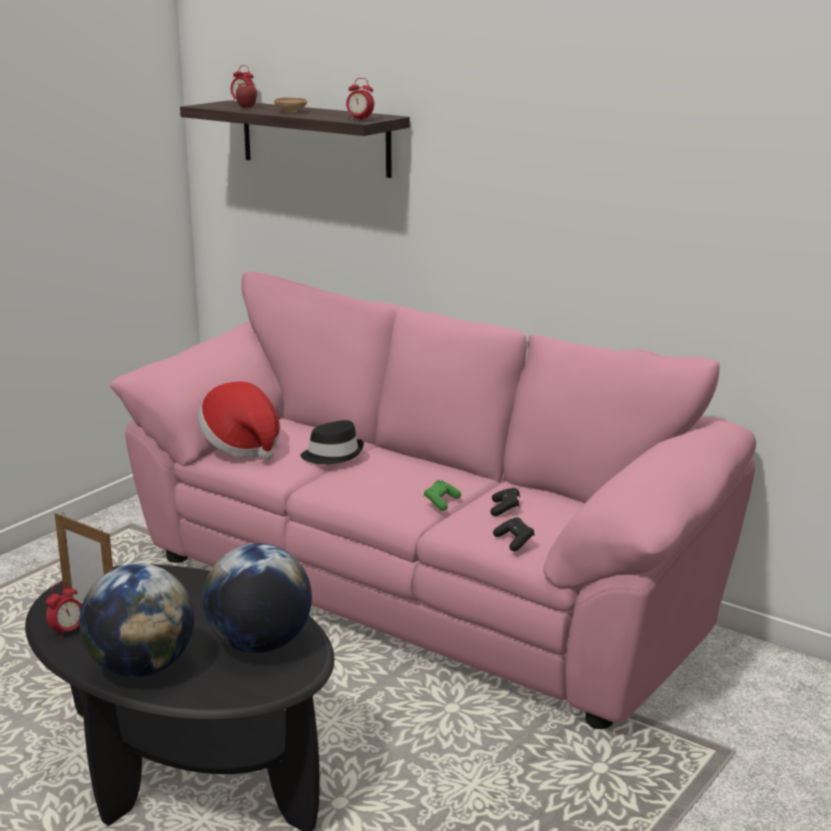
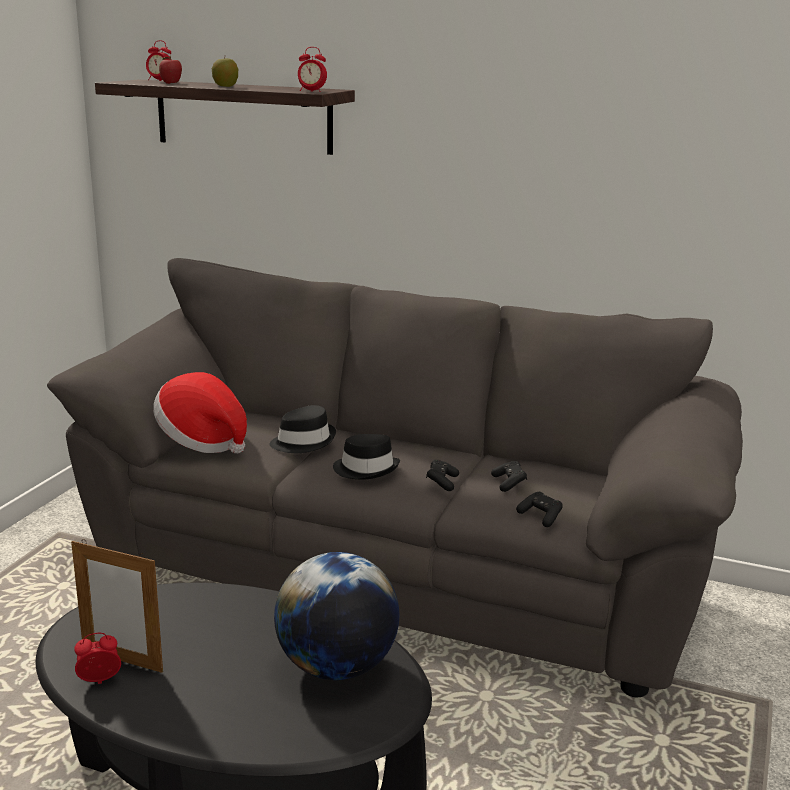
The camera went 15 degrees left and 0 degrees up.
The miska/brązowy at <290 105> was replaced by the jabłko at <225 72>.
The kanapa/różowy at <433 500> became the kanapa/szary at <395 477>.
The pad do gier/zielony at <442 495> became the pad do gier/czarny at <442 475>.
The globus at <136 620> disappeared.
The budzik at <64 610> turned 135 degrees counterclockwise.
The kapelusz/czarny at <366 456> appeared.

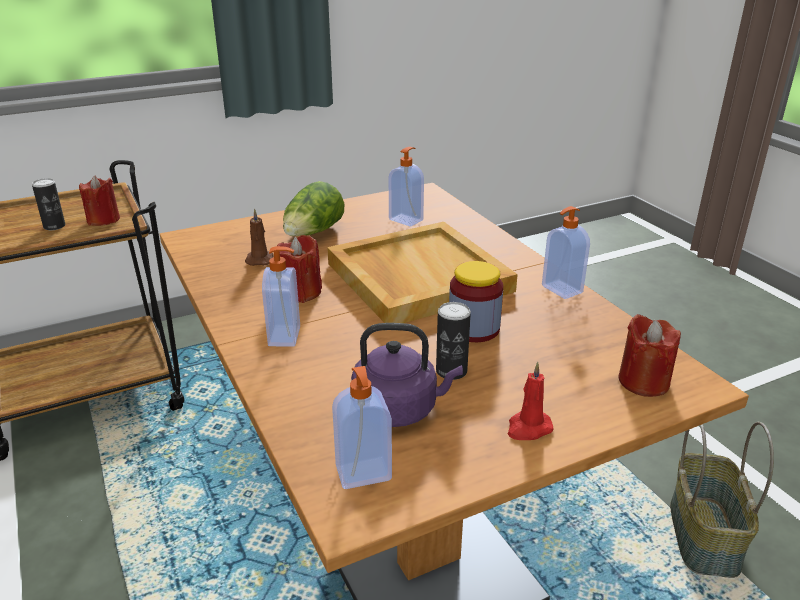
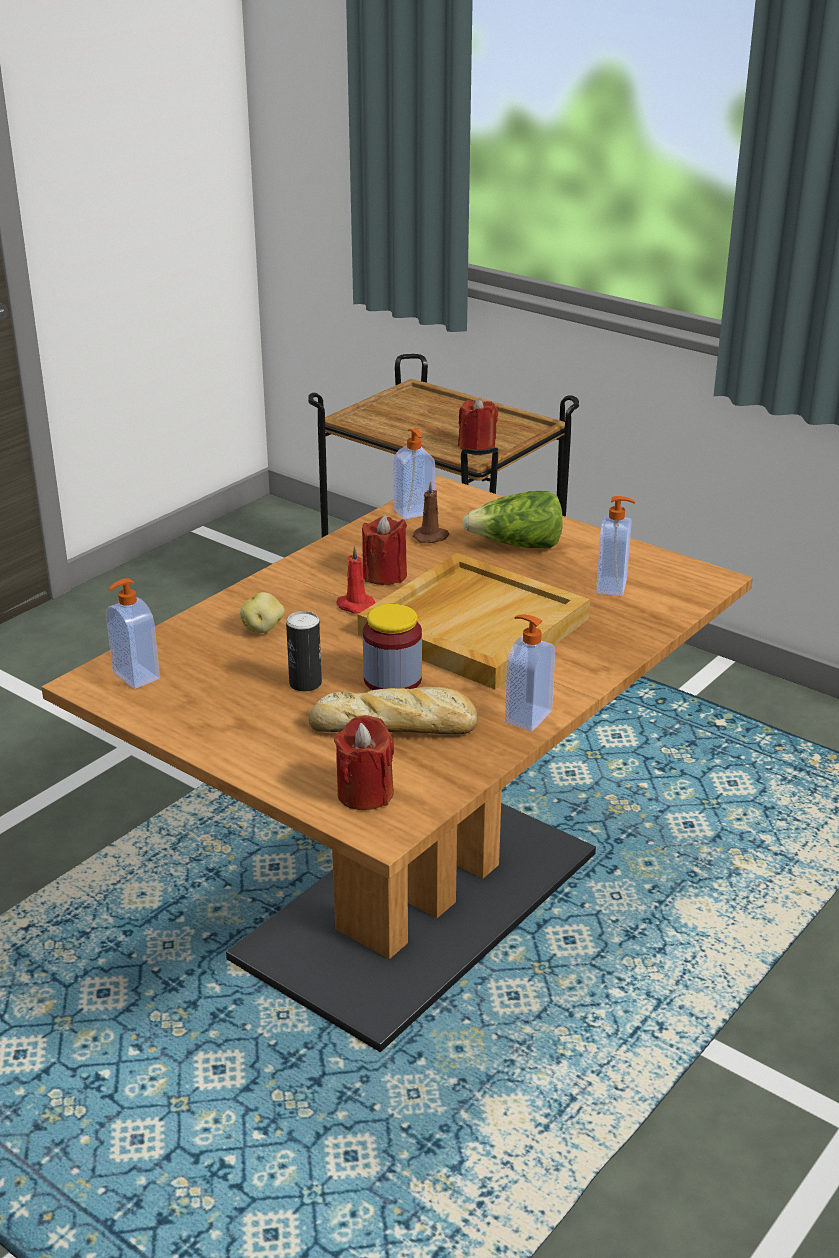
The camera went 65 degrees right and 0 degrees up.
The puszka at <48 204> disappeared.
The dozownik mydła moved from <281 296> to <414 473>.
The czajnik/fioletowy at <407 375> disappeared.
The świeca/czerwony moved from <531 401> to <355 579>.
The koszyk at <722 500> disappeared.
The ziemniak at <262 612> appeared.
The chleb at <393 710> appeared.

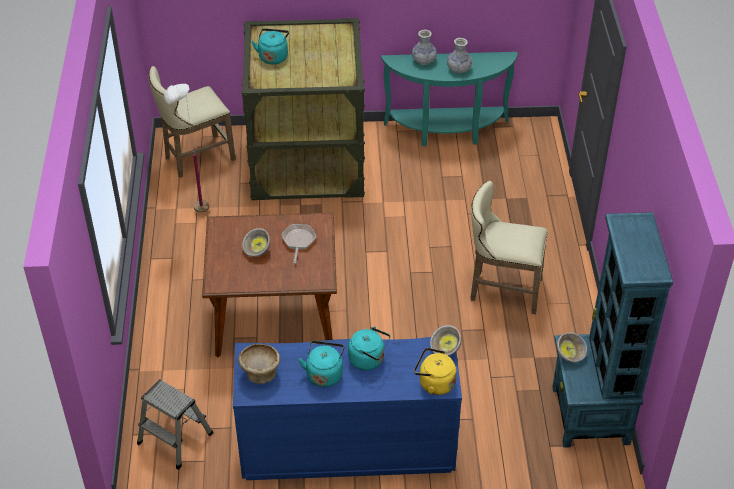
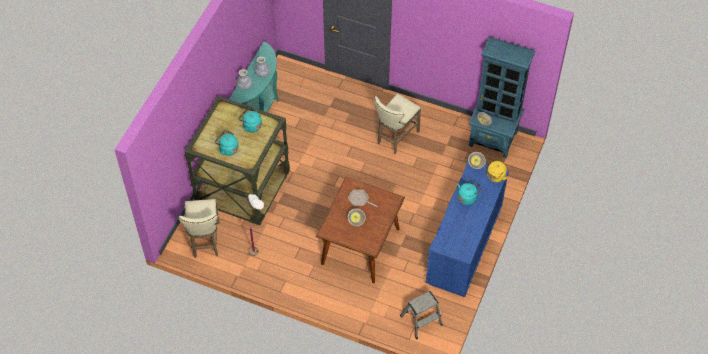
The camera went 65 degrees left and 10 degrees up.
The czajnik/turkusowy moved from <321 364> to <250 119>.
The miska/beżowy at <259 364> disappeared.

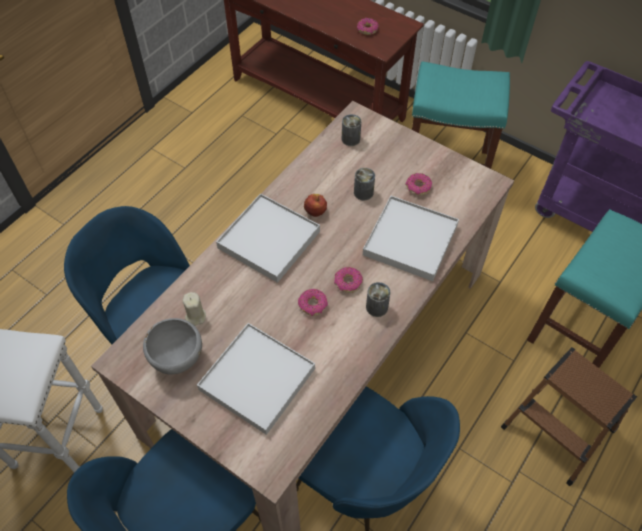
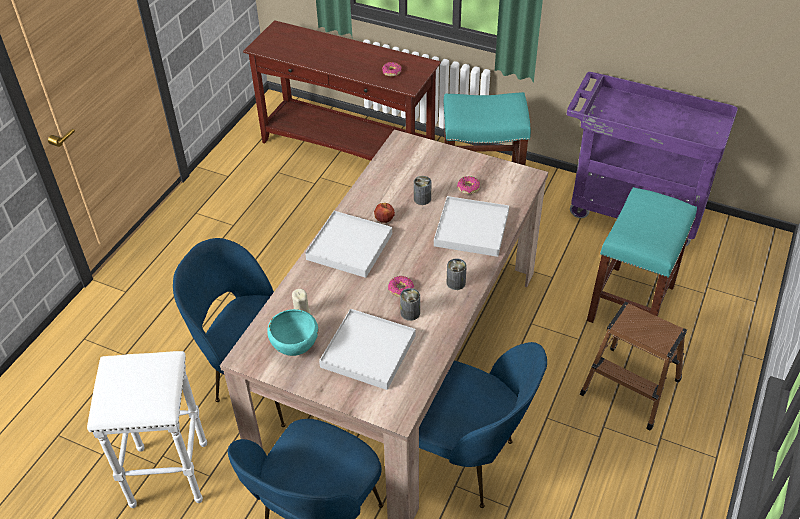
The camera went 10 degrees left and 10 degrees down.
The puszka moved from <351 130> to <410 304>.
The donut at <348 280> disappeared.
The miska/szary at <172 346> became the miska/turkusowy at <292 332>.

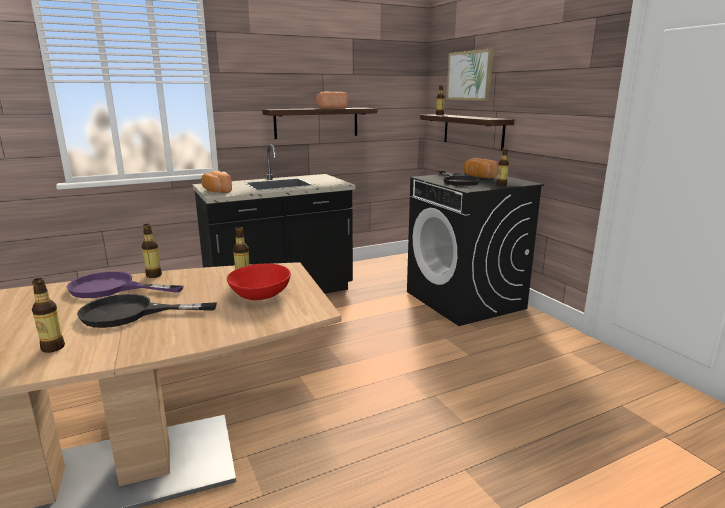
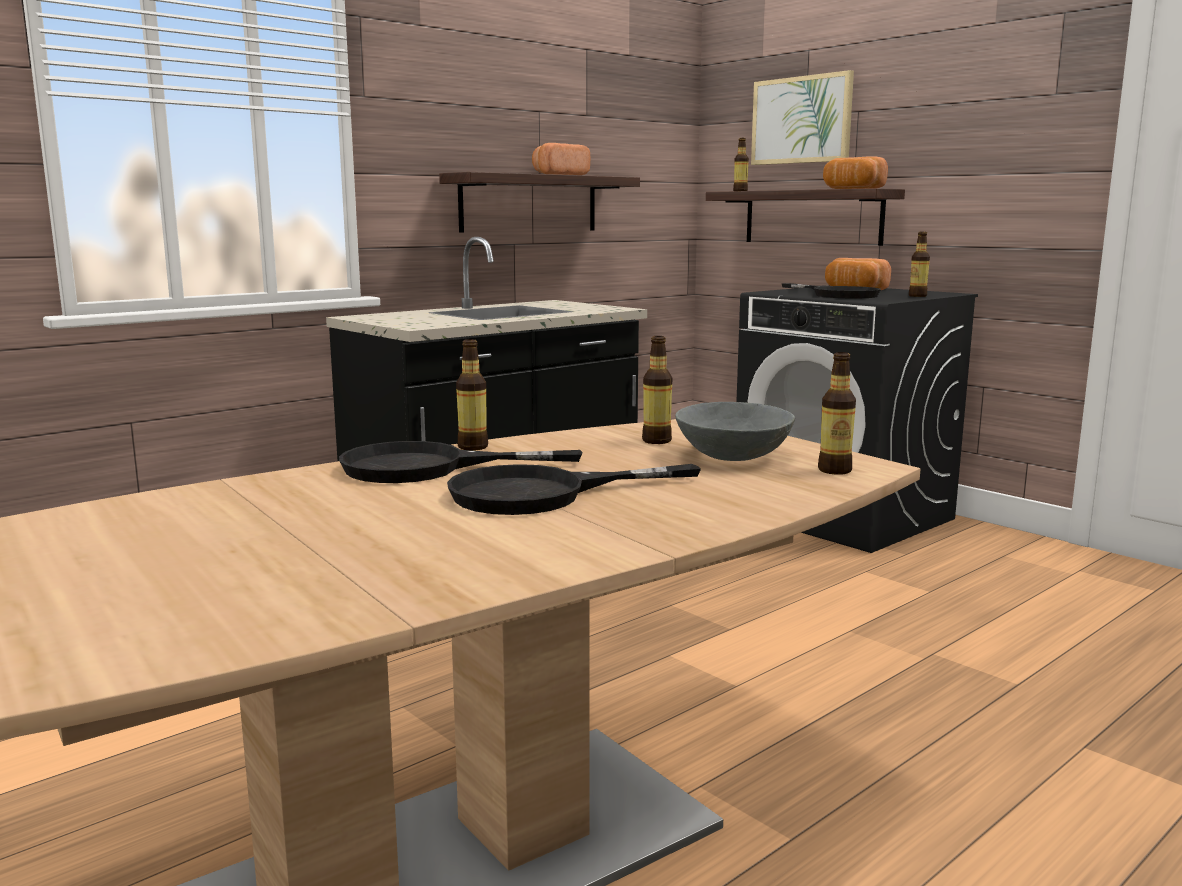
The camera went 15 degrees left and 5 degrees down.
The chleb moved from <216 182> to <855 172>.
The miska/czerwony at <259 282> became the miska/szary at <735 431>.
The patelnia/fioletowy at <125 284> became the patelnia/czarny at <460 462>.
The butelka moved from <48 315> to <837 413>.

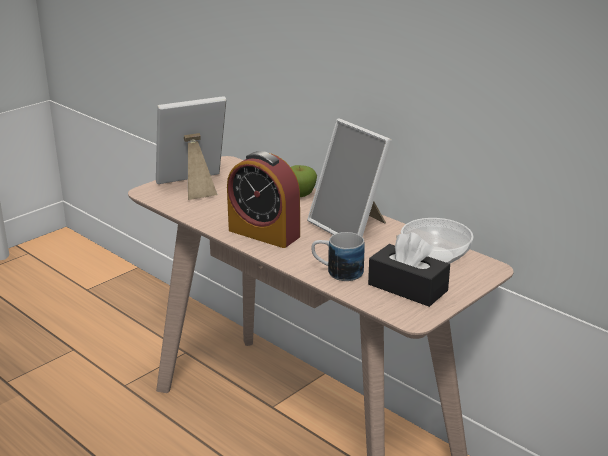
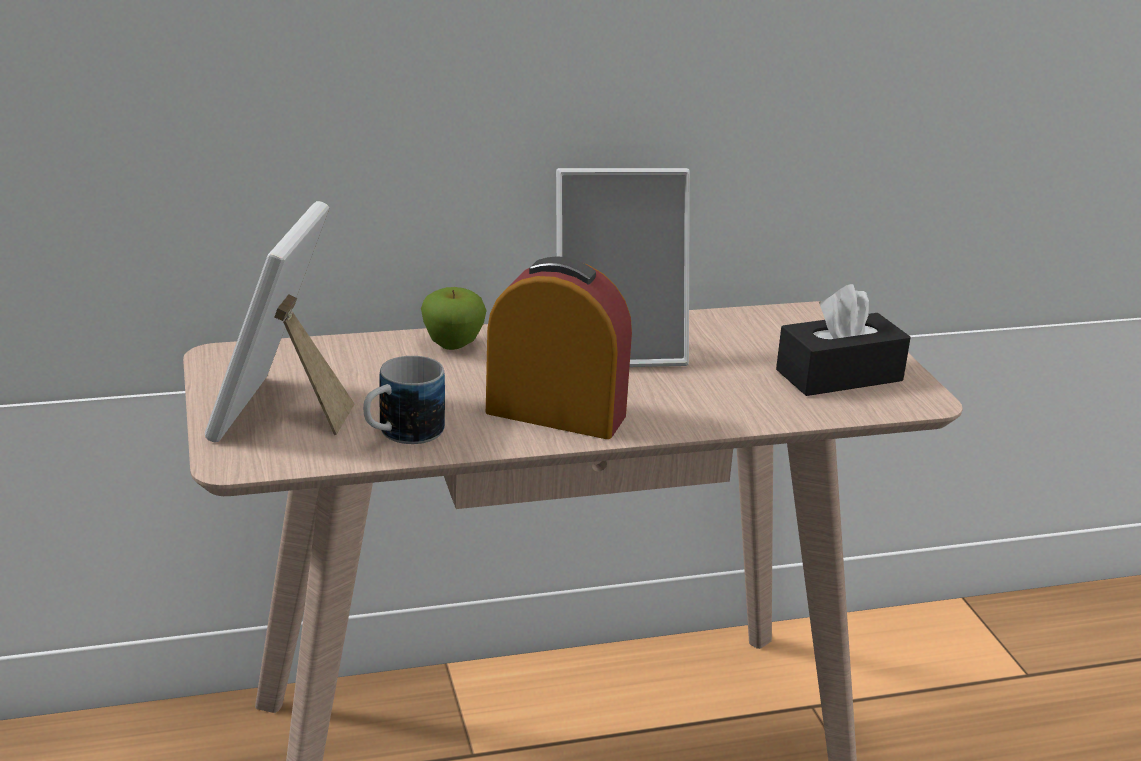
The camera went 60 degrees left and 0 degrees up.
The budzik at <263 199> turned 135 degrees counterclockwise.
The miska at <437 241> disappeared.
The kubek moved from <337 256> to <404 400>.

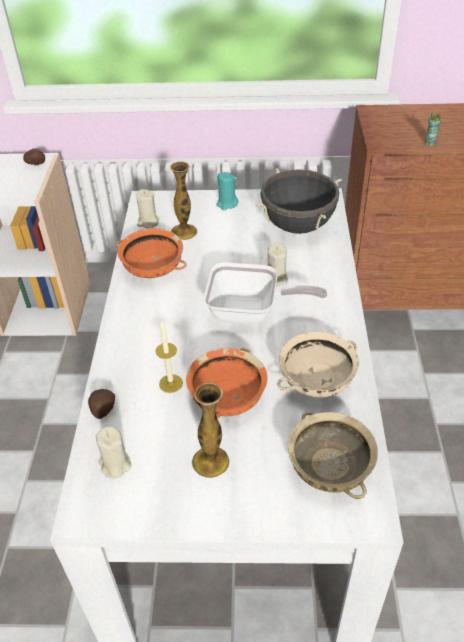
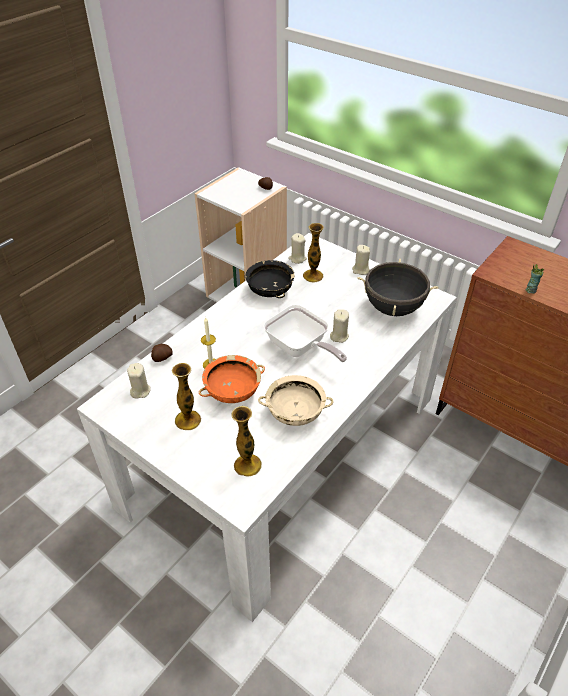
The camera went 35 degrees right and 0 degrees up.
The świeca/turkusowy at <227 191> became the świeca/beżowy at <361 260>.
The miska/pomarańczowy at <151 253> became the miska/czarny at <269 279>.
The miska/beżowy at <333 455> was replaced by the wazon at <247 441>.

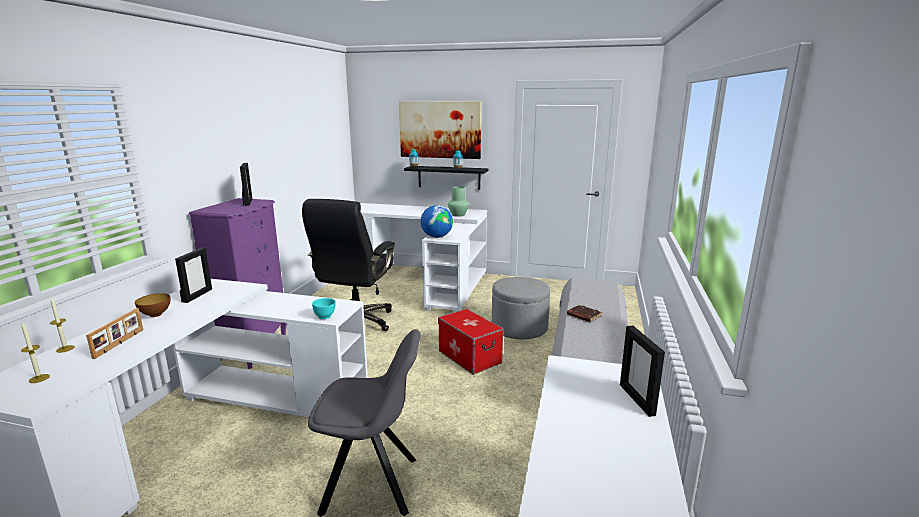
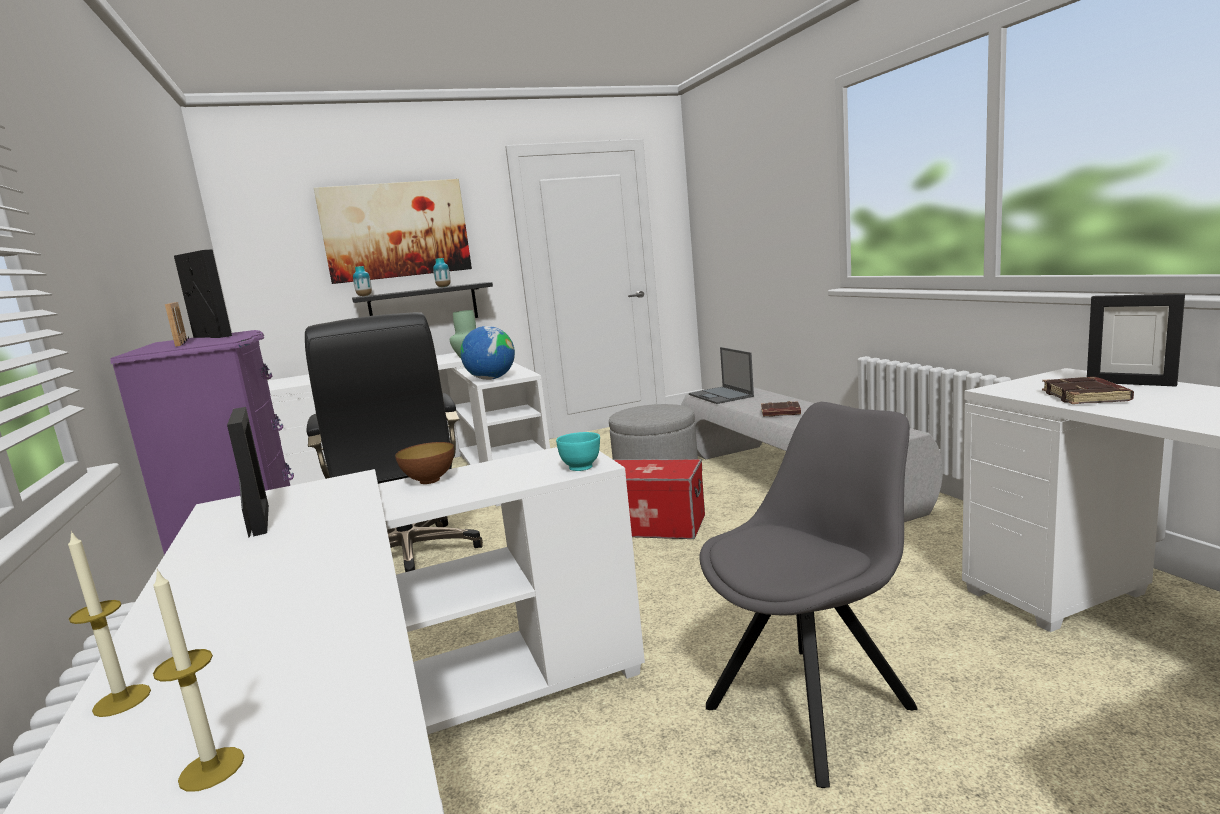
The camera went 35 degrees left and 5 degrees down.
The miska moved from <153 305> to <424 463>.
The ramka na zdjęcie moved from <114 333> to <177 324>.
The laptop at <721 375> appeared.
The książka/brązowy at <1088 390> appeared.

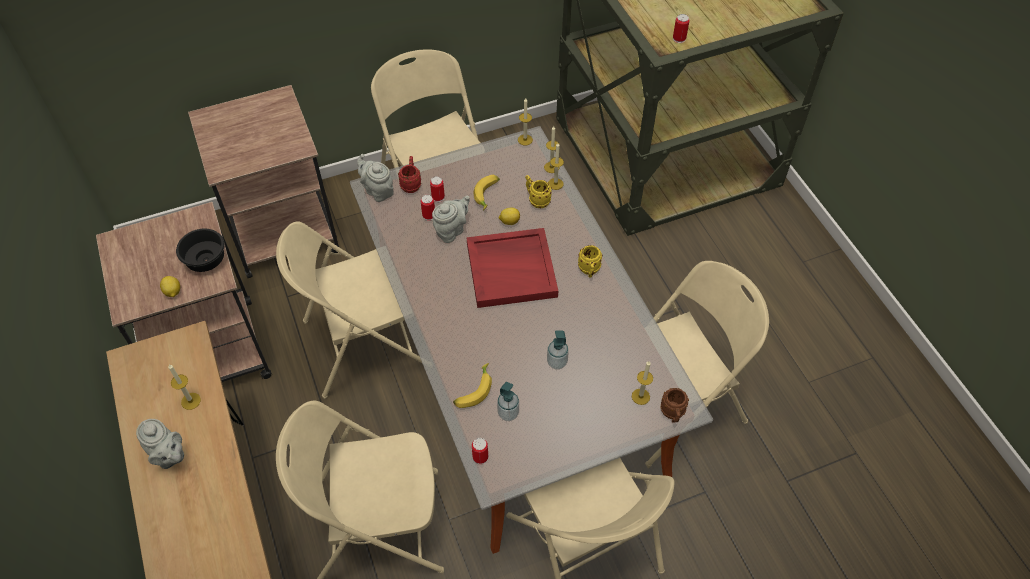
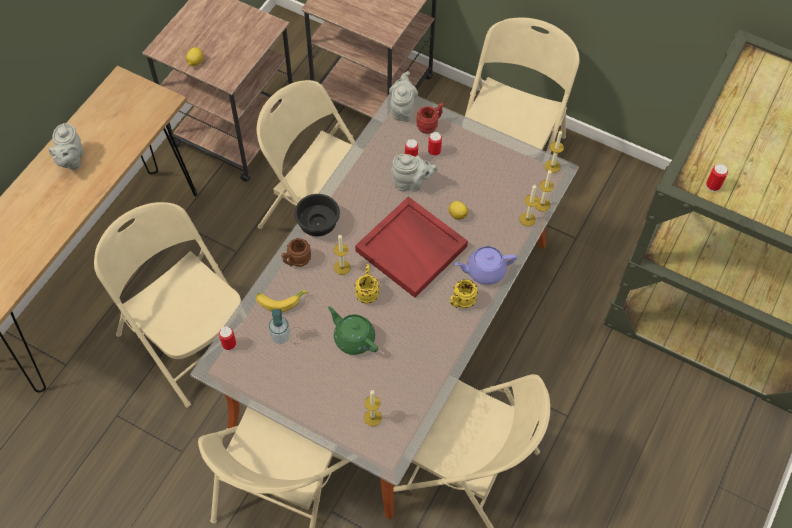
The camera went 50 degrees right and 5 degrees up.
The banan at <487 193> disappeared.
The kubek/żółty moved from <538 191> to <367 284>.
The miska/czarny moved from <200 250> to <317 215>.
The dozownik mydła at <558 349> was replaced by the imbryk/zielony at <353 330>.
The świeca moved from <184 387> to <342 255>.
The kubek/brązowy moved from <674 405> to <296 252>.
The imbryk/fioletowy at <486 265> appeared.

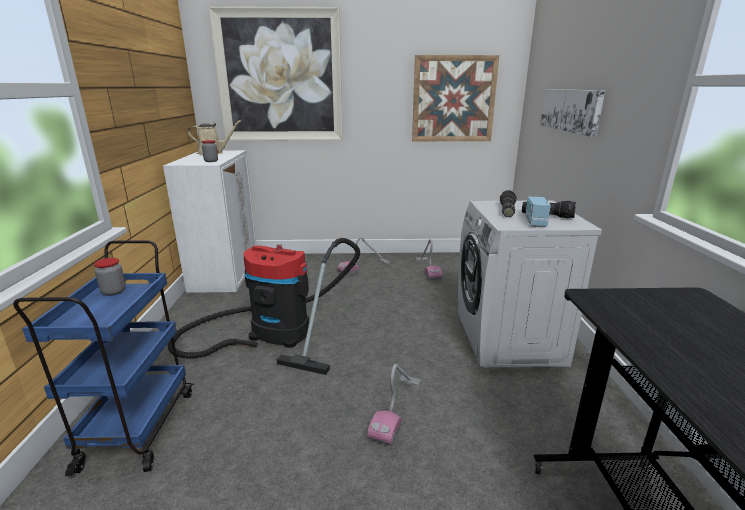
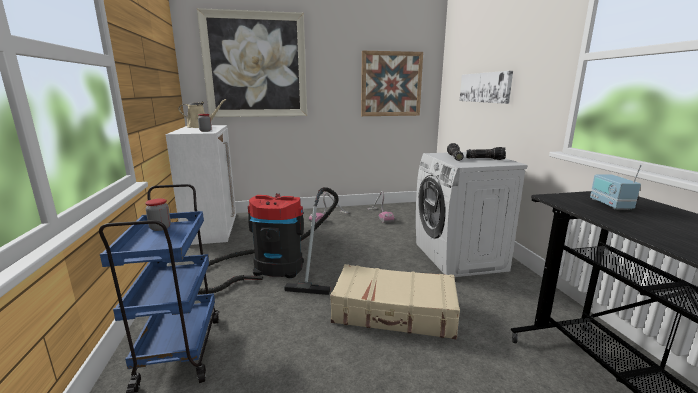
The camera went 10 degrees left and 5 degrees down.
The radio moved from <538 208> to <616 187>.
The odkurzacz at <394 405> was replaced by the walizka/beżowy at <395 301>.

